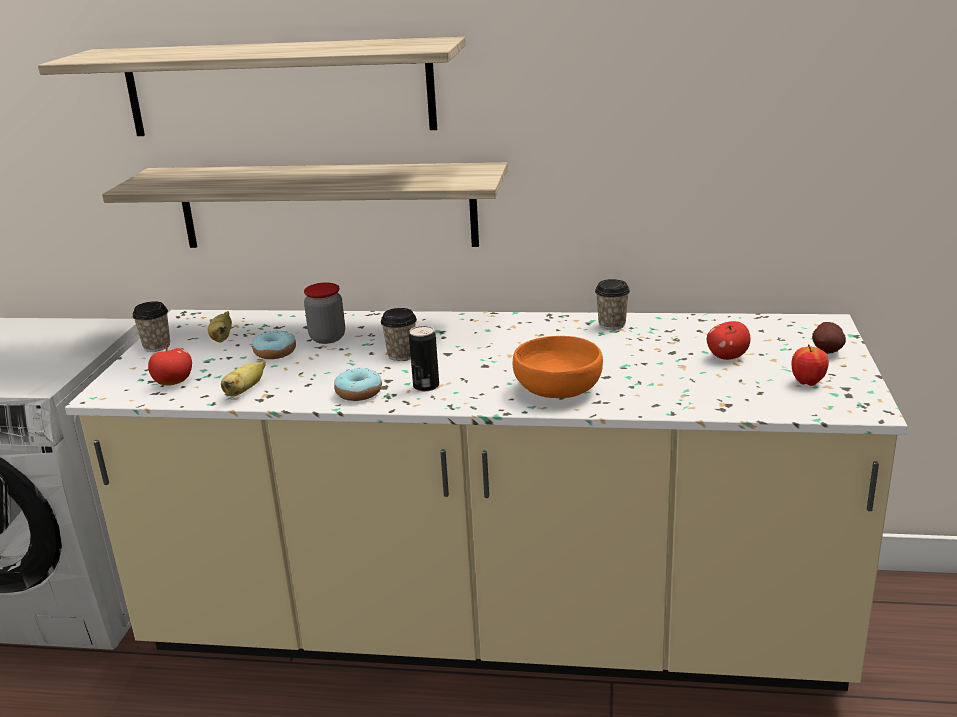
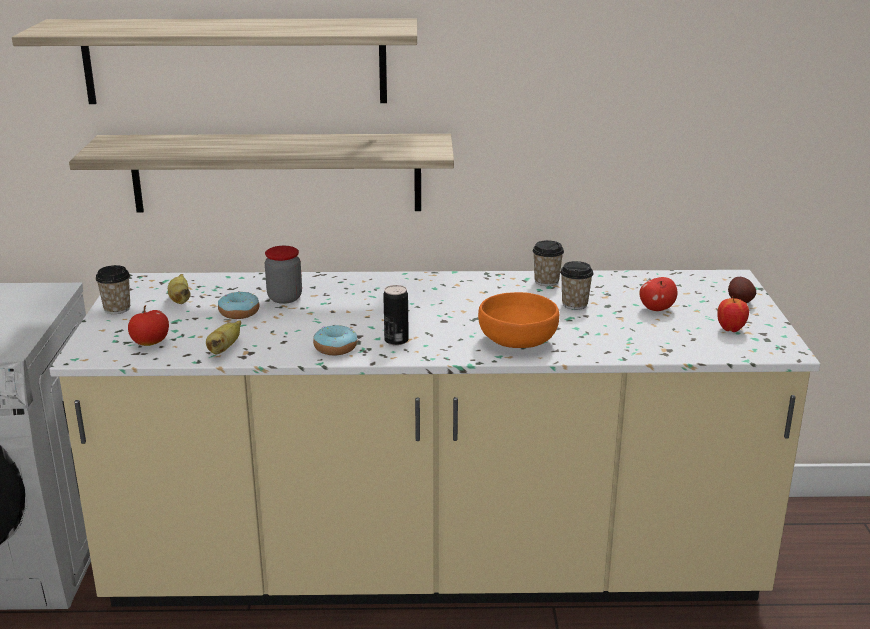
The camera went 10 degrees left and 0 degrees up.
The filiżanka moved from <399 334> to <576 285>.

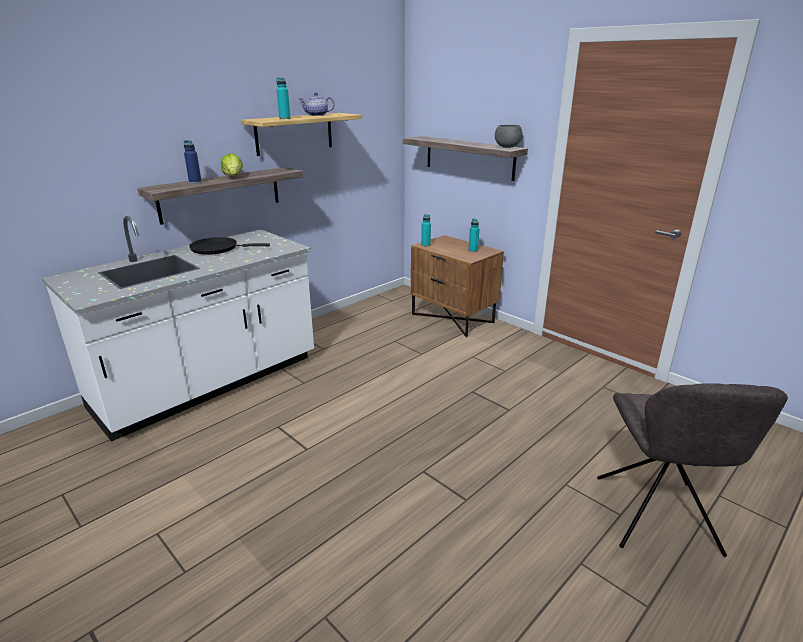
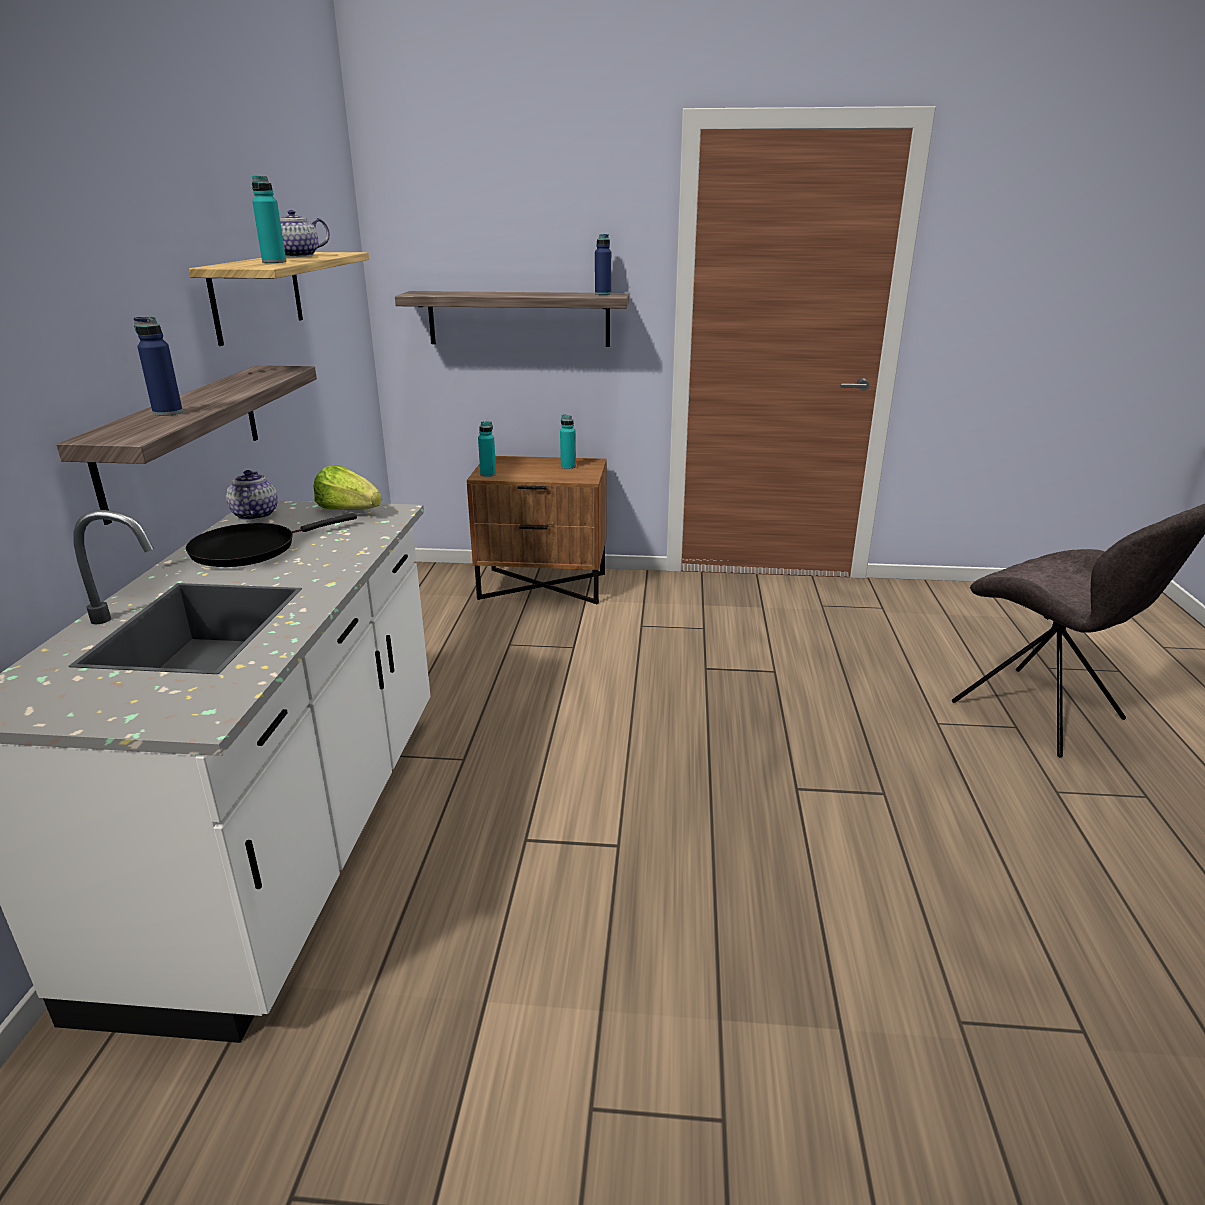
The camera went 40 degrees left and 0 degrees up.
The miska/szary at <509 136> was replaced by the butelka/niebieski at <603 264>.
The sałata moved from <232 164> to <348 487>.
The imbryk at <252 495> appeared.

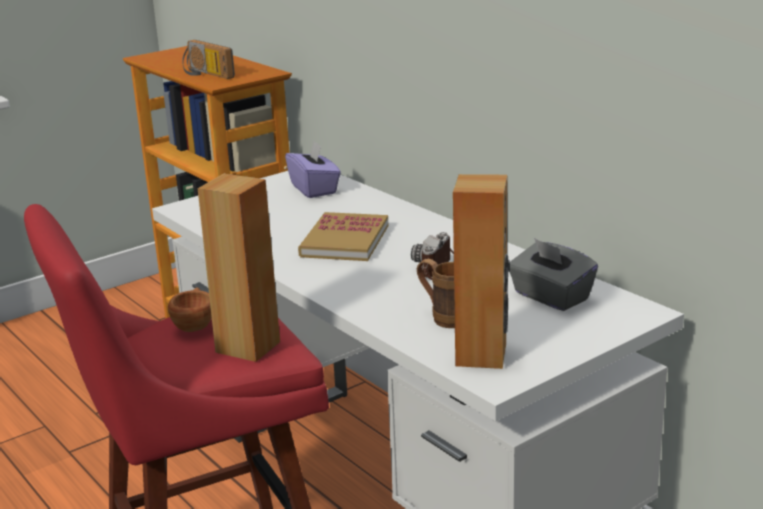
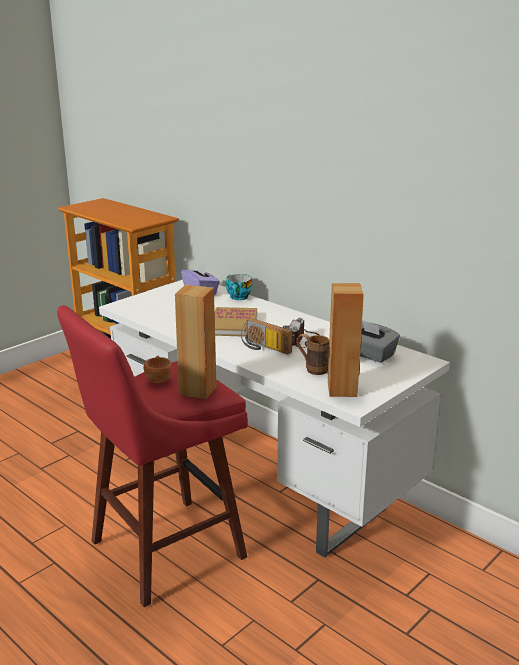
The camera went 10 degrees left and 0 degrees up.
The radio moved from <208 59> to <266 336>.
The filiżanka at <239 287> appeared.

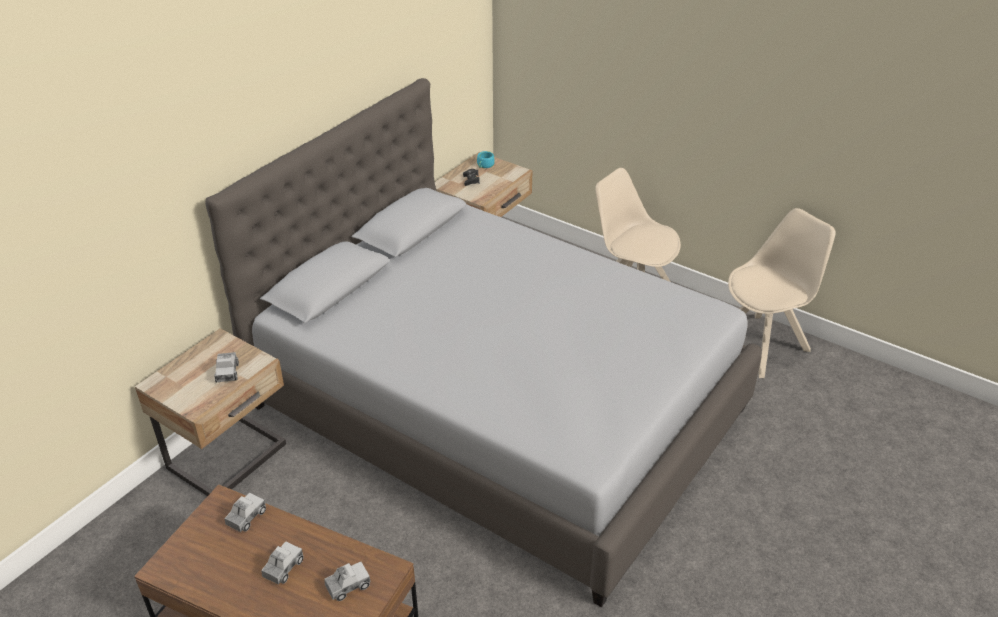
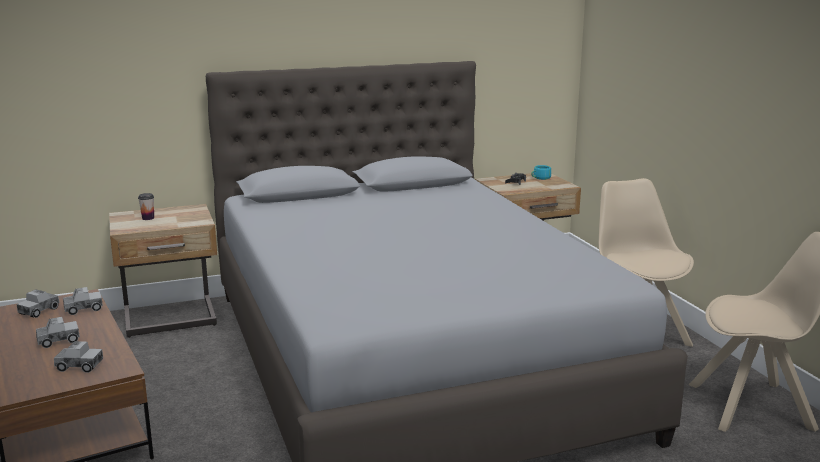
The camera went 35 degrees right and 20 degrees down.
The ciężarówka zabawkowa moved from <227 367> to <38 303>.
The filiżanka at <146 206> appeared.

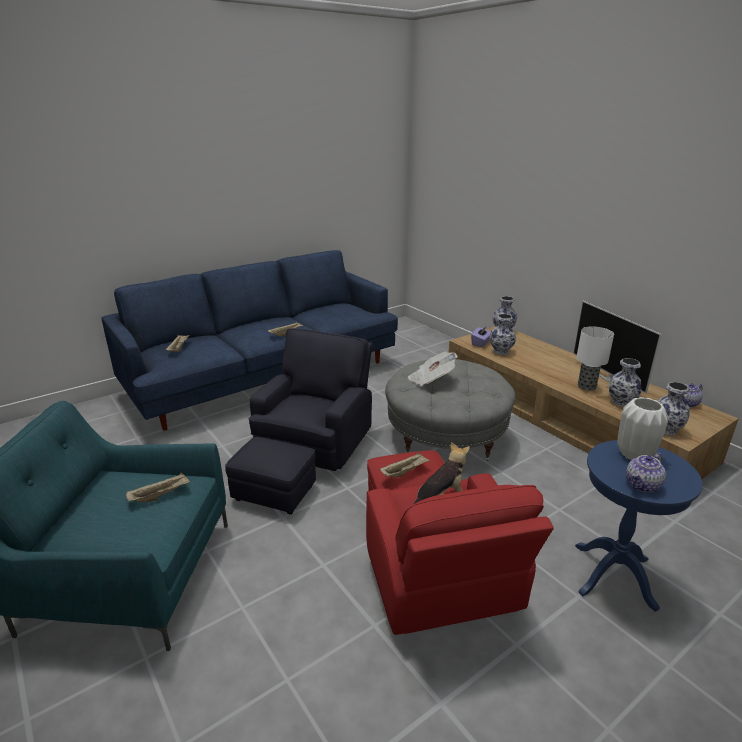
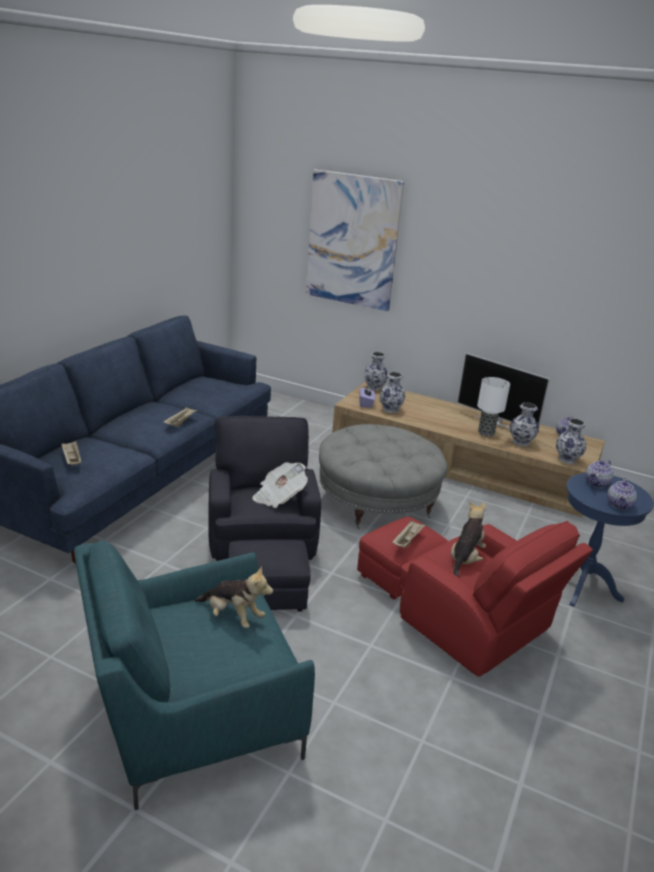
The camera went 30 degrees left and 0 degrees up.
The gazeta moved from <433 369> to <280 485>.
The wazon/biały at <642 428> was replaced by the imbryk at <599 474>.
The taca/beżowy at <158 487> was replaced by the pluszak at <234 597>.
The obraz at <355 240> appeared.

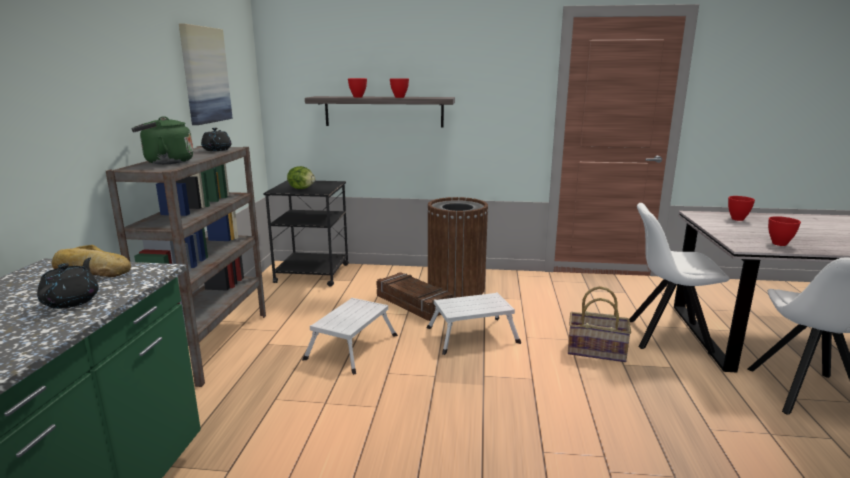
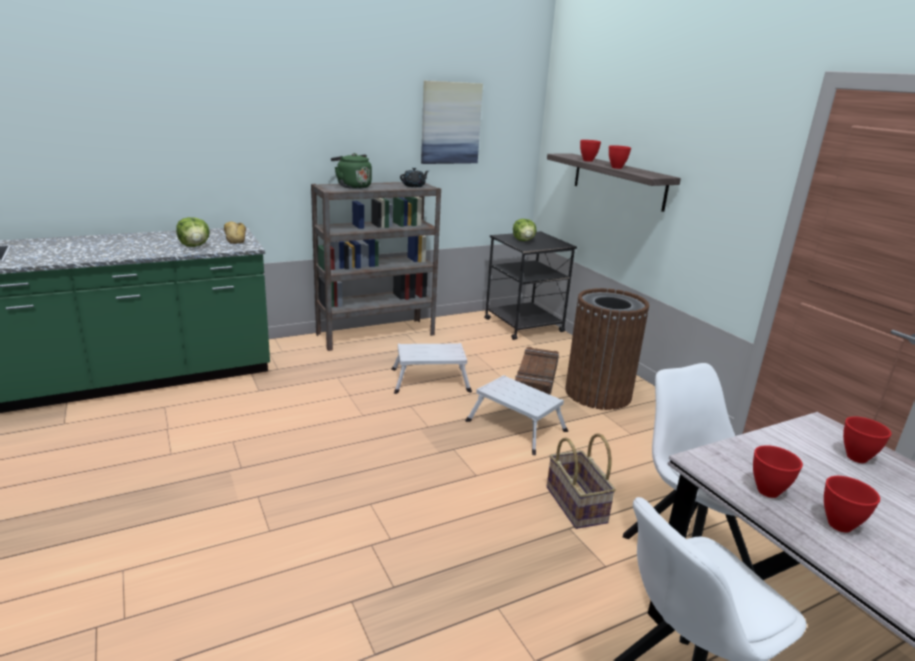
The camera went 55 degrees right and 5 degrees up.
The imbryk/czarny at <68 283> was replaced by the sałata at <193 232>.
The miska/czerwony at <852 504> appeared.

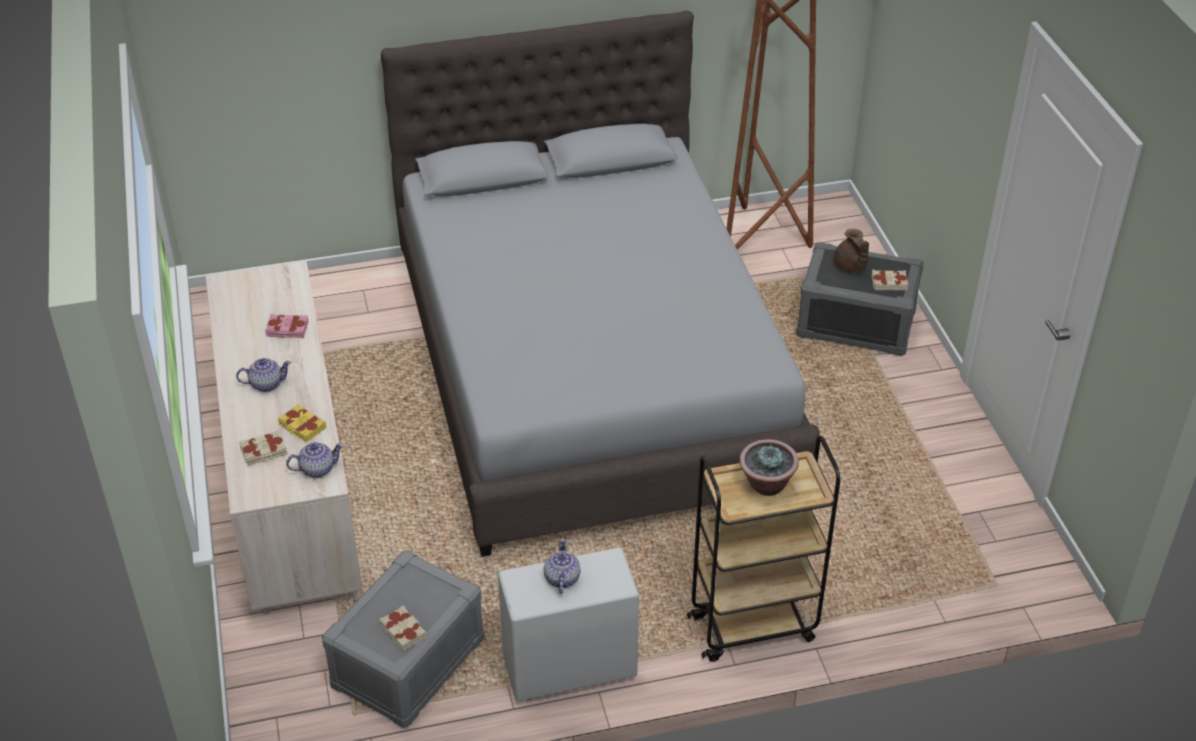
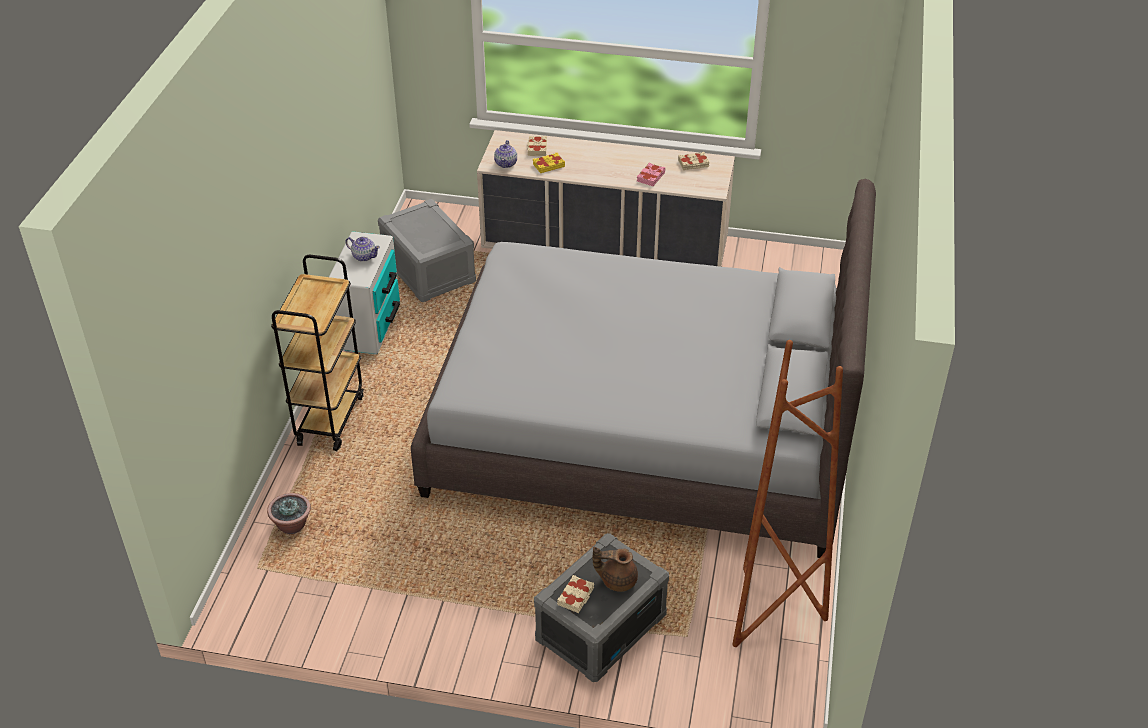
The camera went 115 degrees right and 0 degrees up.
The imbryk at <263 375> disappeared.
The roślina doniczkowa moved from <769 467> to <289 513>.
The książka/beżowy moved from <403 628> to <694 161>.

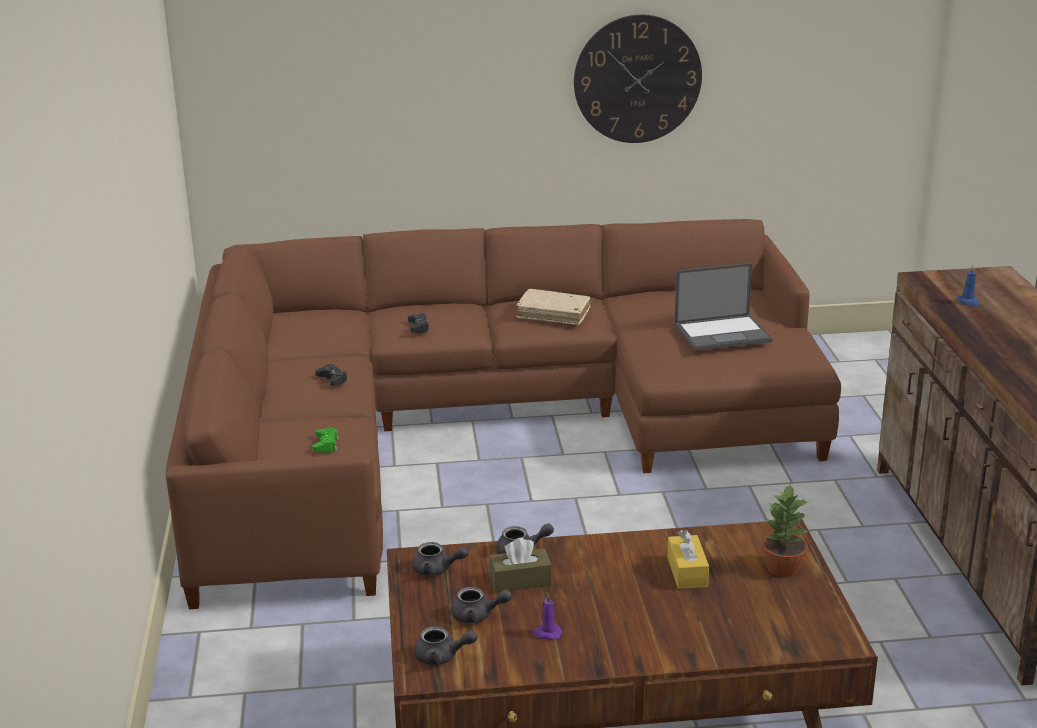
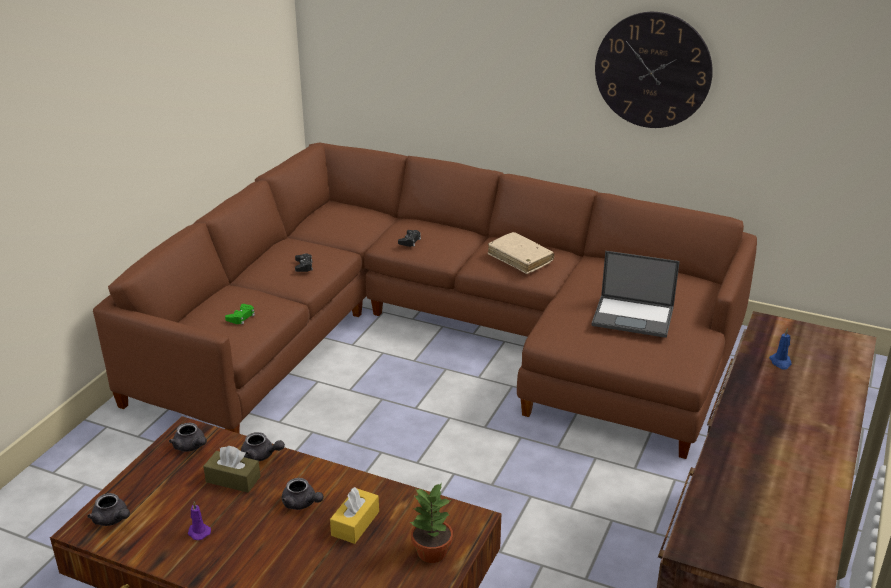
The camera went 30 degrees right and 5 degrees up.
The imbryk/szary moved from <481 605> to <303 494>.

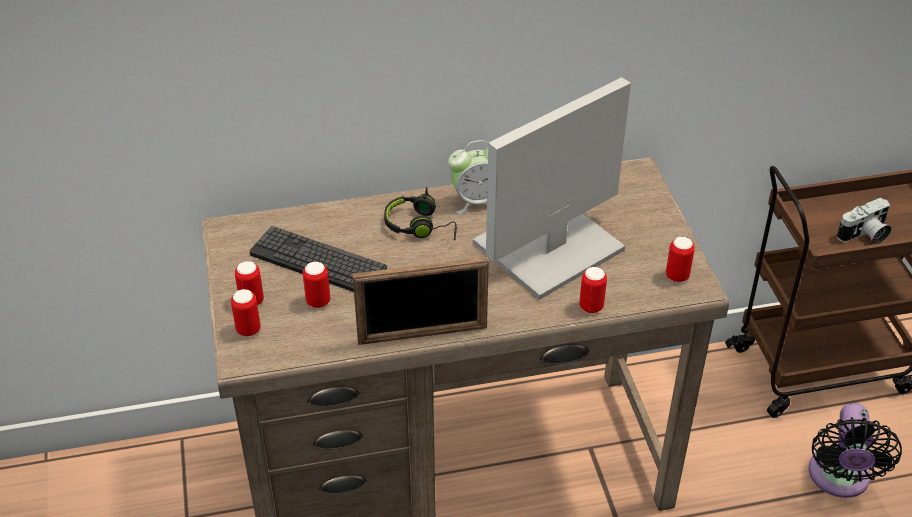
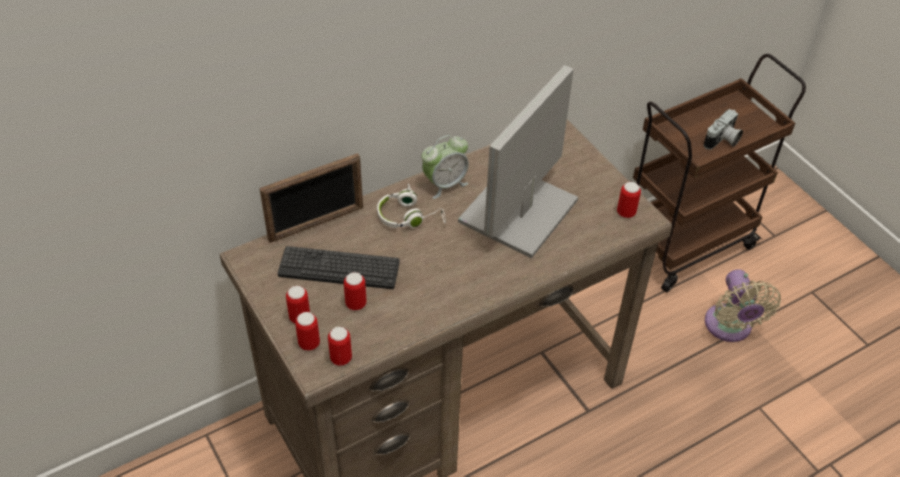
The camera went 20 degrees left and 5 degrees up.
The słuchawki/czarny at <420 213> became the słuchawki/biały at <411 206>.
The ramka na zdjęcie moved from <420 301> to <311 198>.
The puszka moved from <593 290> to <340 346>.
The wentylator/czarny at <855 450> became the wentylator/beżowy at <743 305>.

